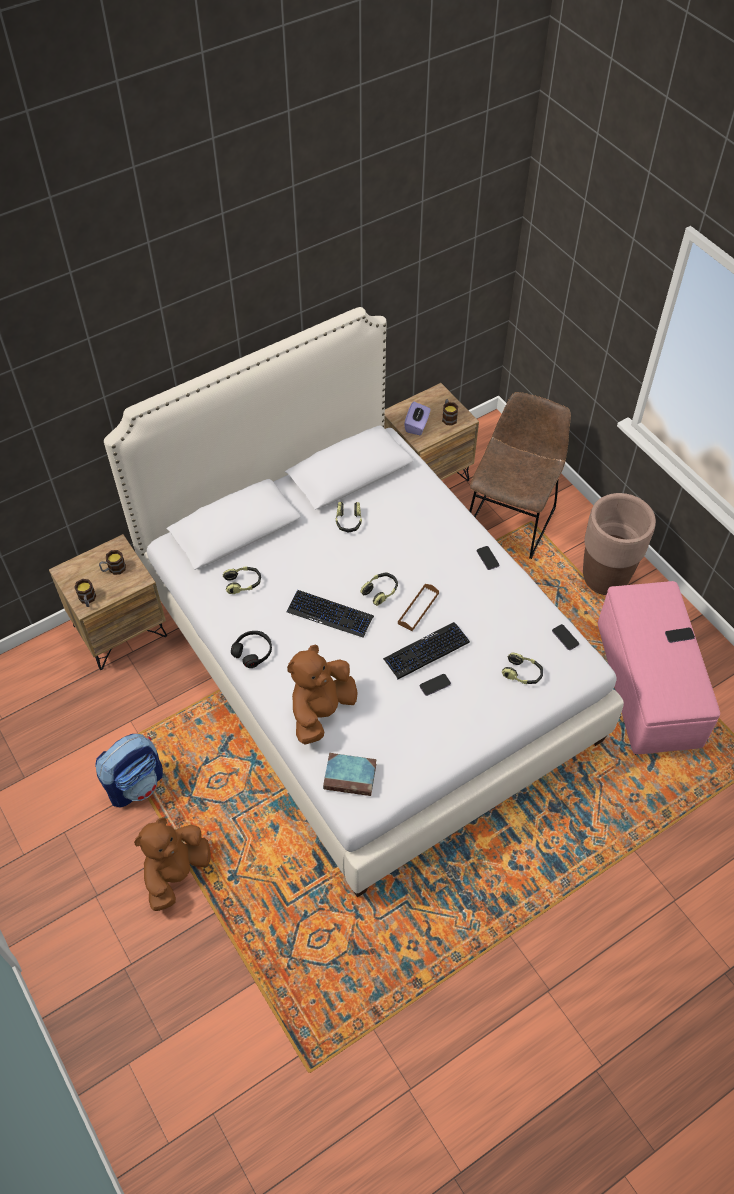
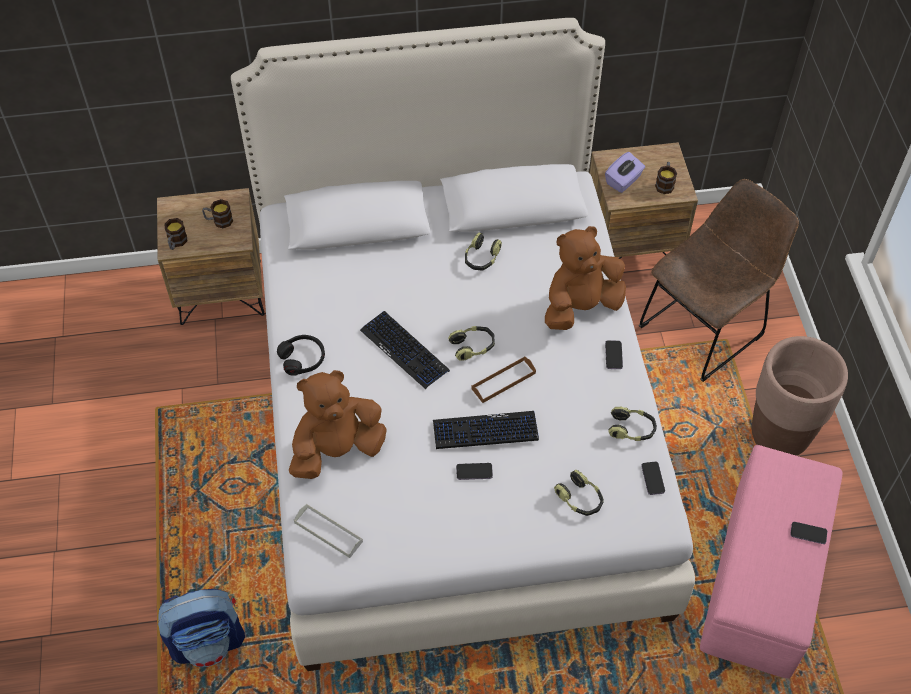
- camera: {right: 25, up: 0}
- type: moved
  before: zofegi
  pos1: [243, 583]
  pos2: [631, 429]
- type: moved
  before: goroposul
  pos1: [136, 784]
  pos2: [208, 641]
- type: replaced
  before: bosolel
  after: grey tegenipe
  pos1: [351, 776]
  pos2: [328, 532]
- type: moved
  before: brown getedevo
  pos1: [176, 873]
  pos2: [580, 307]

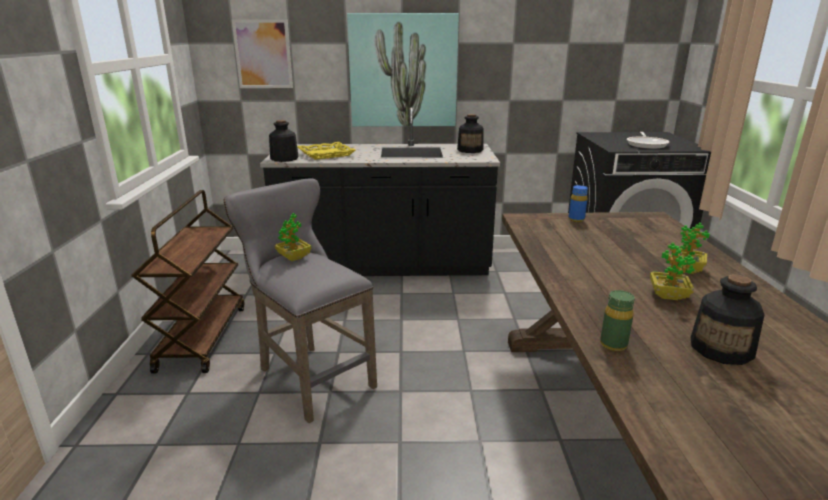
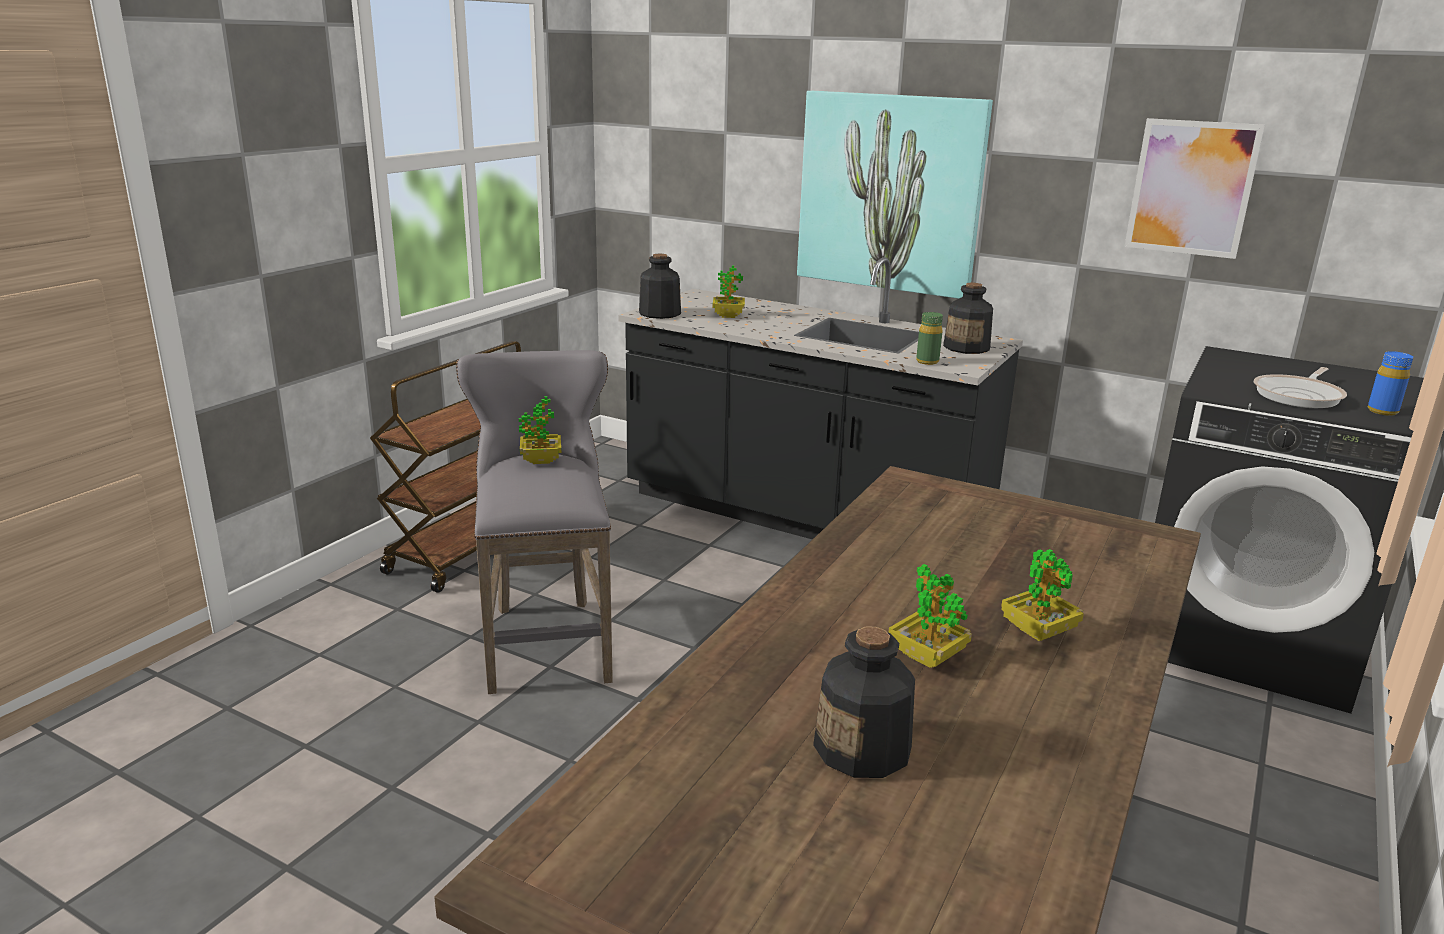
- camera: {right: 30, up: 0}
- type: moved
  before: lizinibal
  pos1: [263, 54]
  pos2: [1191, 188]
- type: replaced
  before: yellow tegenipe
  after: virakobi
  pos1: [326, 154]
  pos2: [728, 316]
- type: moved
  before: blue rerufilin
  pos1: [576, 219]
  pos2: [1382, 411]
- type: moved
  before: green rerufilin
  pos1: [613, 345]
  pos2: [927, 361]

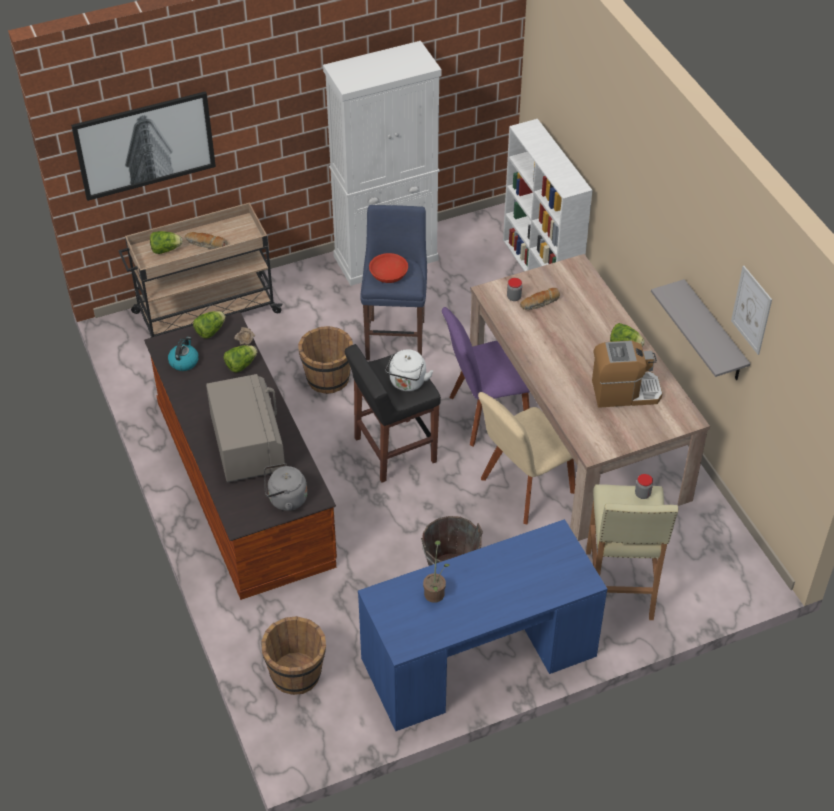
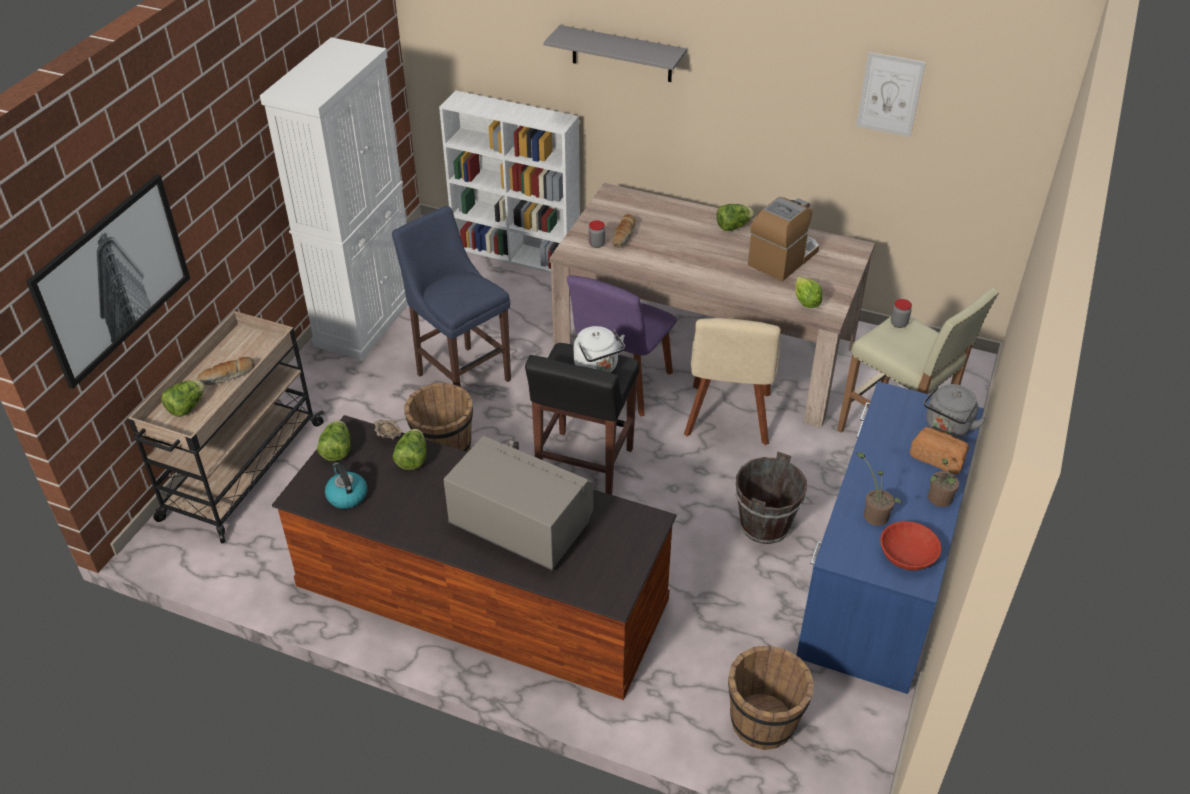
- camera: {right: -45, up: -5}
- type: moved
  before: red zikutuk
  pos1: [388, 274]
  pos2: [907, 554]
- type: moved
  before: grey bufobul
  pos1: [714, 333]
  pos2: [622, 54]
- type: moved
  before: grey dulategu
  pos1: [285, 499]
  pos2: [947, 428]
- type: added
  after: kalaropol
  pos2: [806, 302]
- type: added
  after: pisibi
  pos2: [938, 458]
- type: added
  after: virakobi
  pos2: [939, 500]

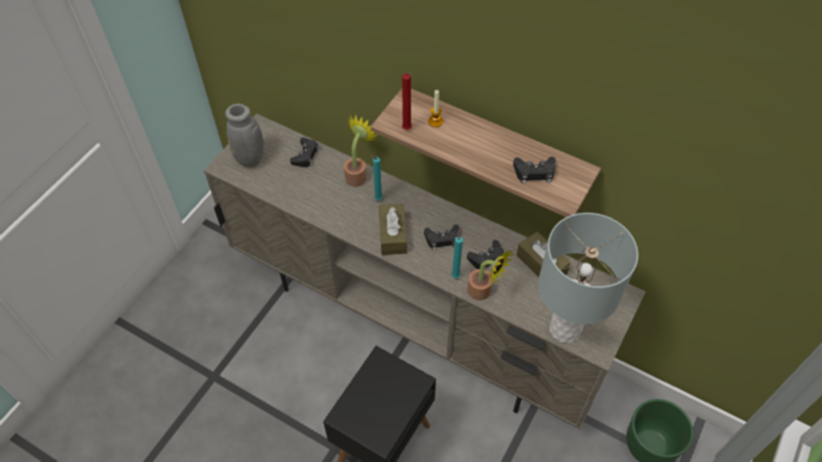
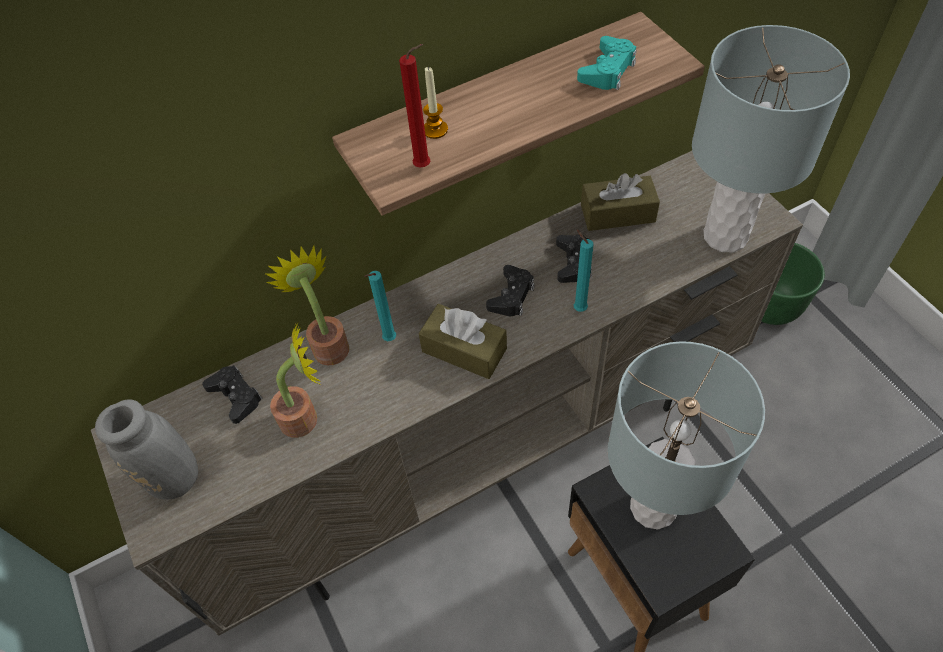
- camera: {right: -55, up: 0}
- type: recoloured
  before: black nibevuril
  after: turquoise nibevuril
  pos1: [534, 173]
  pos2: [607, 70]
- type: moved
  before: virakobi
  pos1: [483, 292]
  pos2: [306, 417]
- type: added
  after: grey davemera
  pos2: [653, 506]

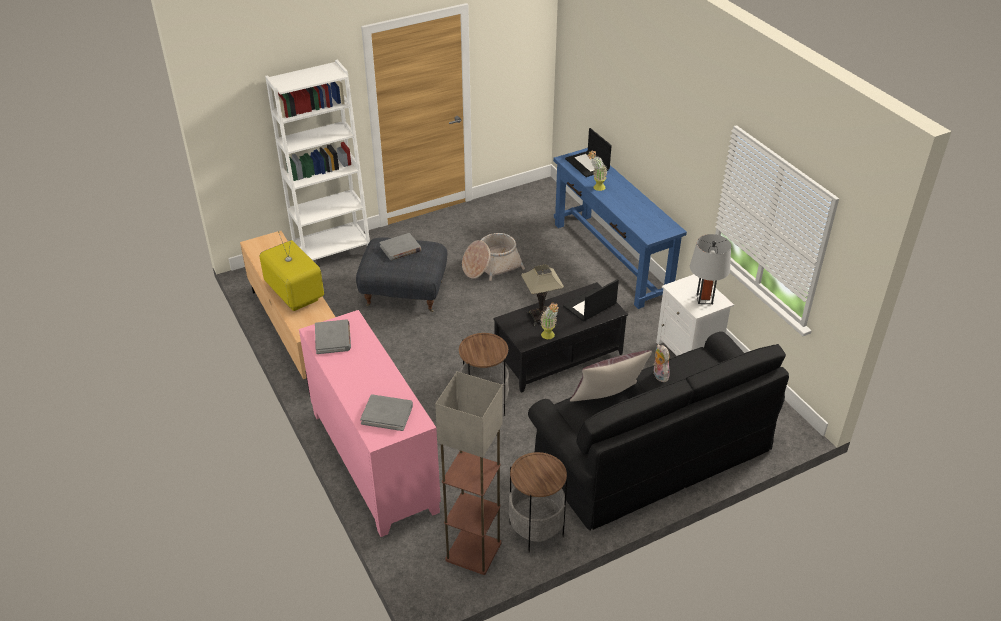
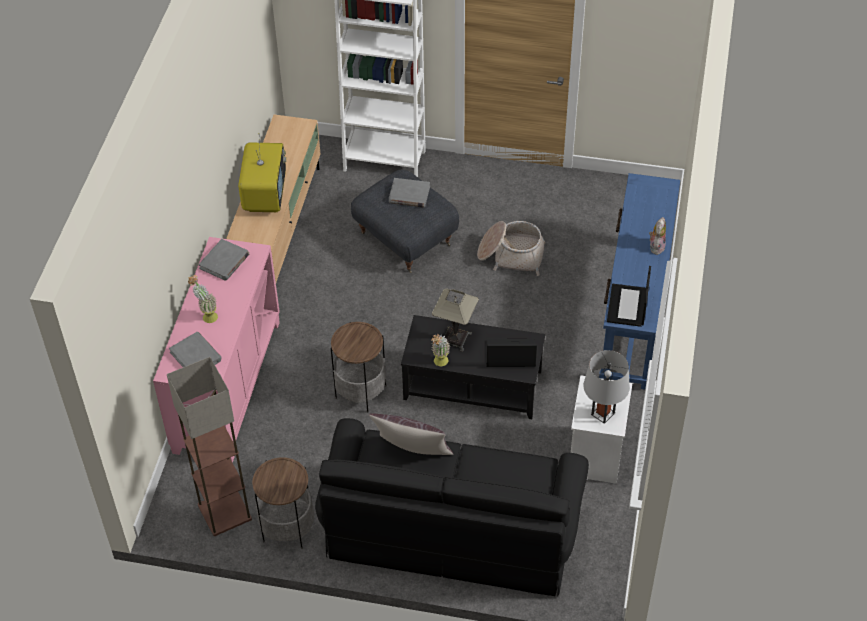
- camera: {right: 40, up: 10}
- type: moved
  before: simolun
  pos1: [588, 164]
  pos2: [628, 306]
- type: moved
  before: virakobi
  pos1: [596, 188]
  pos2: [206, 316]
- type: moved
  before: getedevo
  pos1: [659, 375]
  pos2: [656, 246]

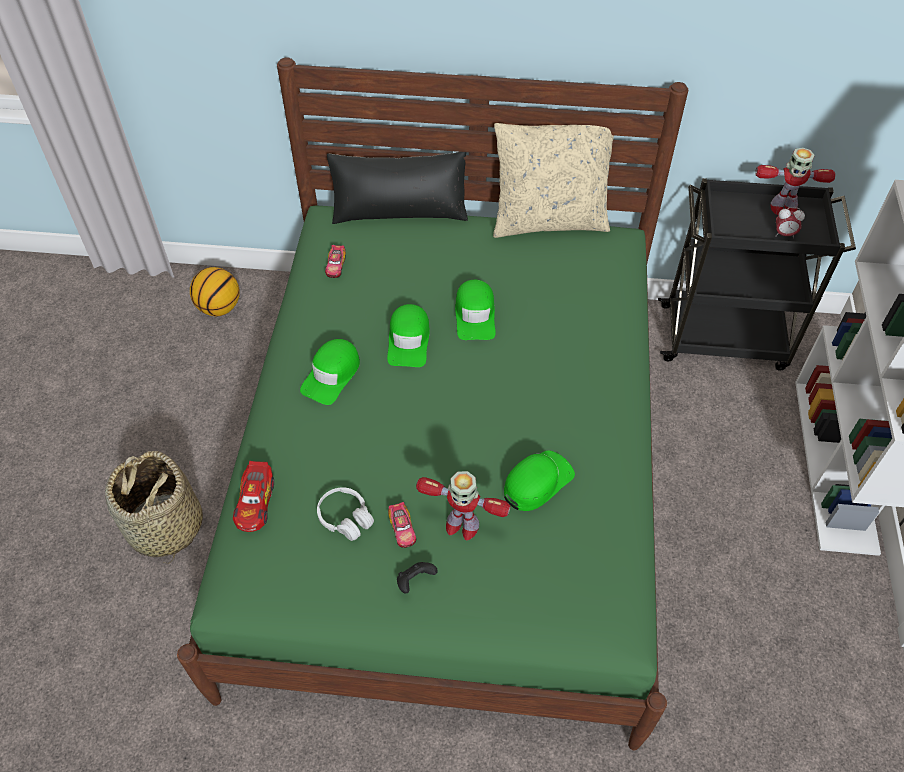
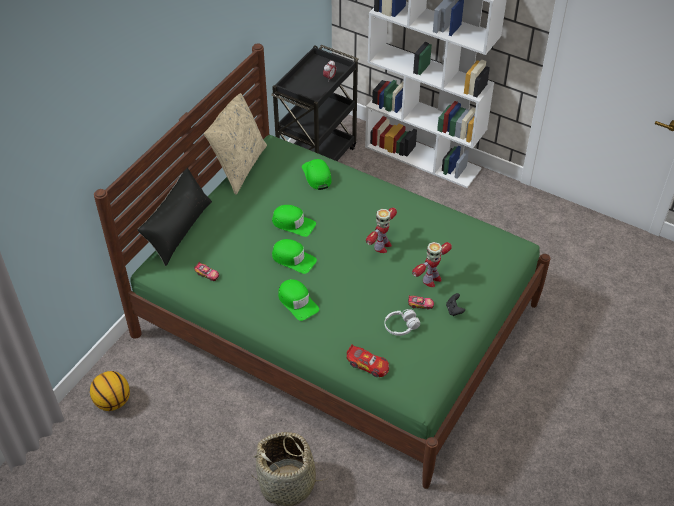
- camera: {right: -65, up: -5}
- type: moved
  before: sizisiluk
  pos1: [783, 207]
  pos2: [382, 246]
- type: moved
  before: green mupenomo
  pos1: [537, 482]
  pos2: [317, 175]

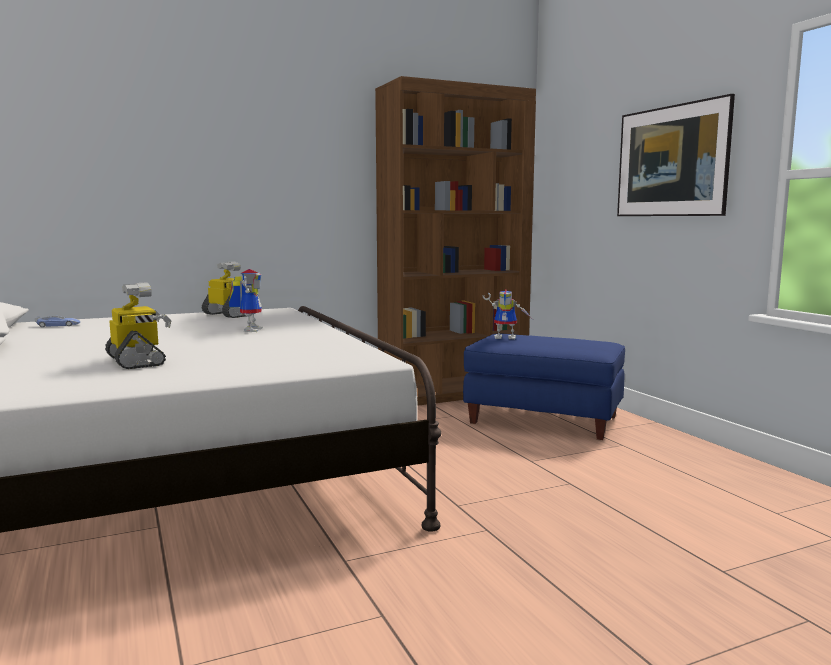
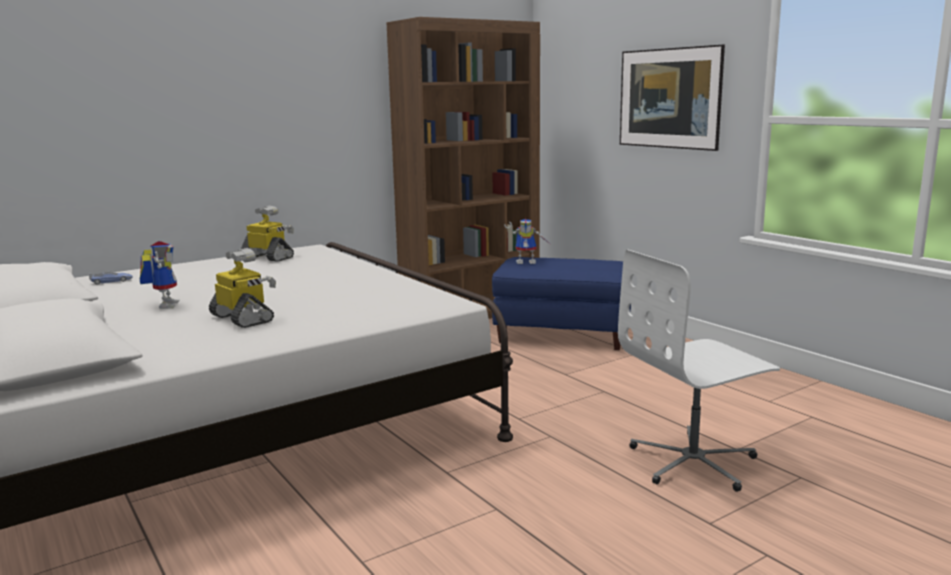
- camera: {right: -10, up: 5}
- type: moved
  before: sizisiluk
  pos1: [249, 329]
  pos2: [164, 304]
- type: added
  after: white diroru
  pos2: [694, 462]

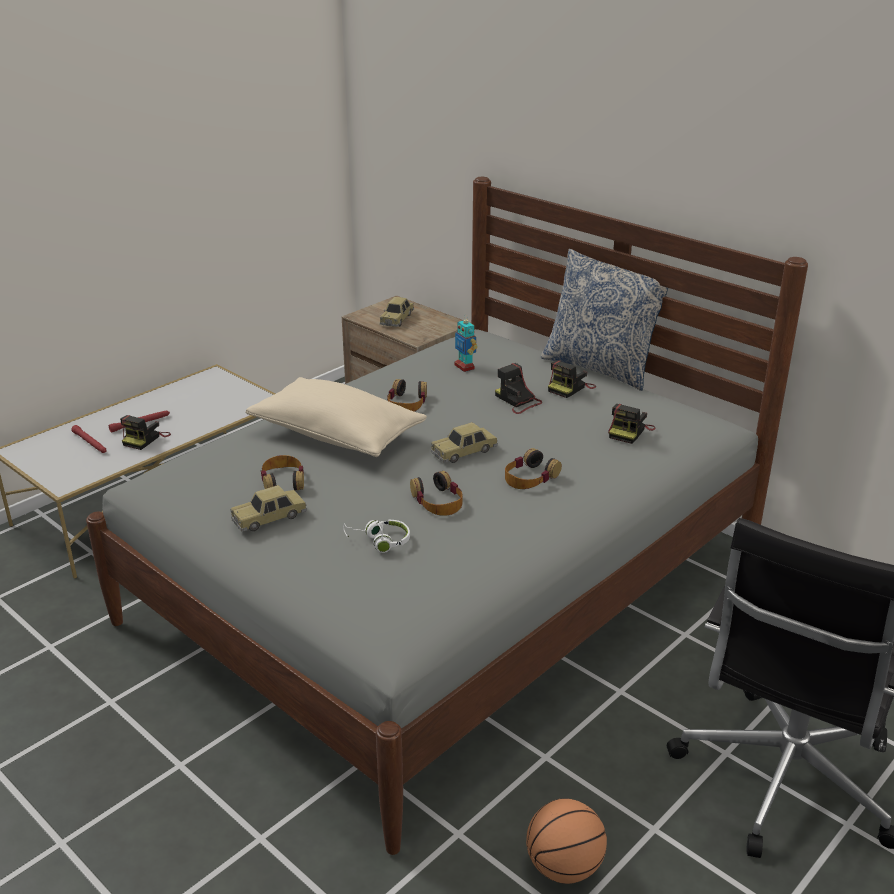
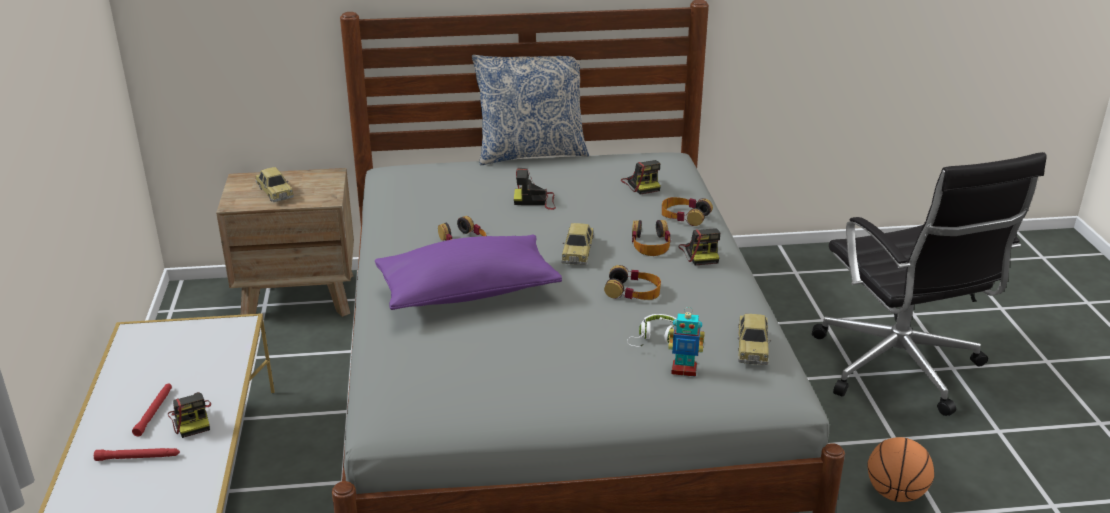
- camera: {right: -50, up: 0}
- type: moved
  before: sizisiluk
  pos1: [464, 367]
  pos2: [684, 370]
- type: moved
  before: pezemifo
  pos1: [570, 388]
  pos2: [700, 253]
- type: recoloured
  before: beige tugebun
  after: purple tugebun
  pos1: [337, 436]
  pos2: [468, 292]
- type: moved
  before: zofegi
  pos1: [283, 481]
  pos2: [684, 216]
- type: moved
  before: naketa
  pos1: [269, 518]
  pos2: [752, 347]

